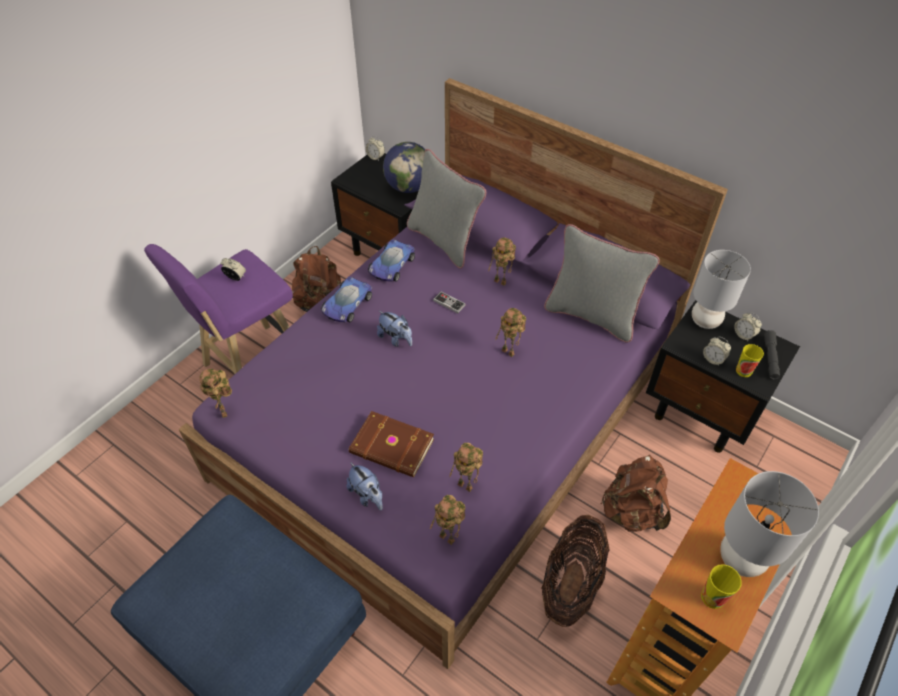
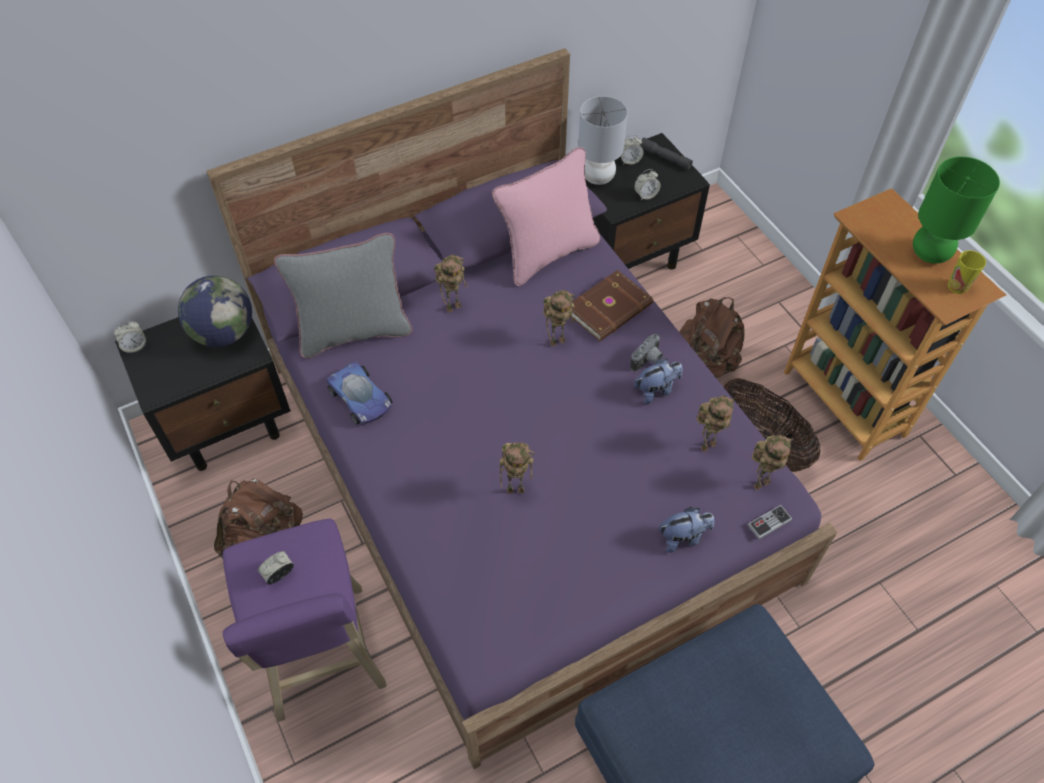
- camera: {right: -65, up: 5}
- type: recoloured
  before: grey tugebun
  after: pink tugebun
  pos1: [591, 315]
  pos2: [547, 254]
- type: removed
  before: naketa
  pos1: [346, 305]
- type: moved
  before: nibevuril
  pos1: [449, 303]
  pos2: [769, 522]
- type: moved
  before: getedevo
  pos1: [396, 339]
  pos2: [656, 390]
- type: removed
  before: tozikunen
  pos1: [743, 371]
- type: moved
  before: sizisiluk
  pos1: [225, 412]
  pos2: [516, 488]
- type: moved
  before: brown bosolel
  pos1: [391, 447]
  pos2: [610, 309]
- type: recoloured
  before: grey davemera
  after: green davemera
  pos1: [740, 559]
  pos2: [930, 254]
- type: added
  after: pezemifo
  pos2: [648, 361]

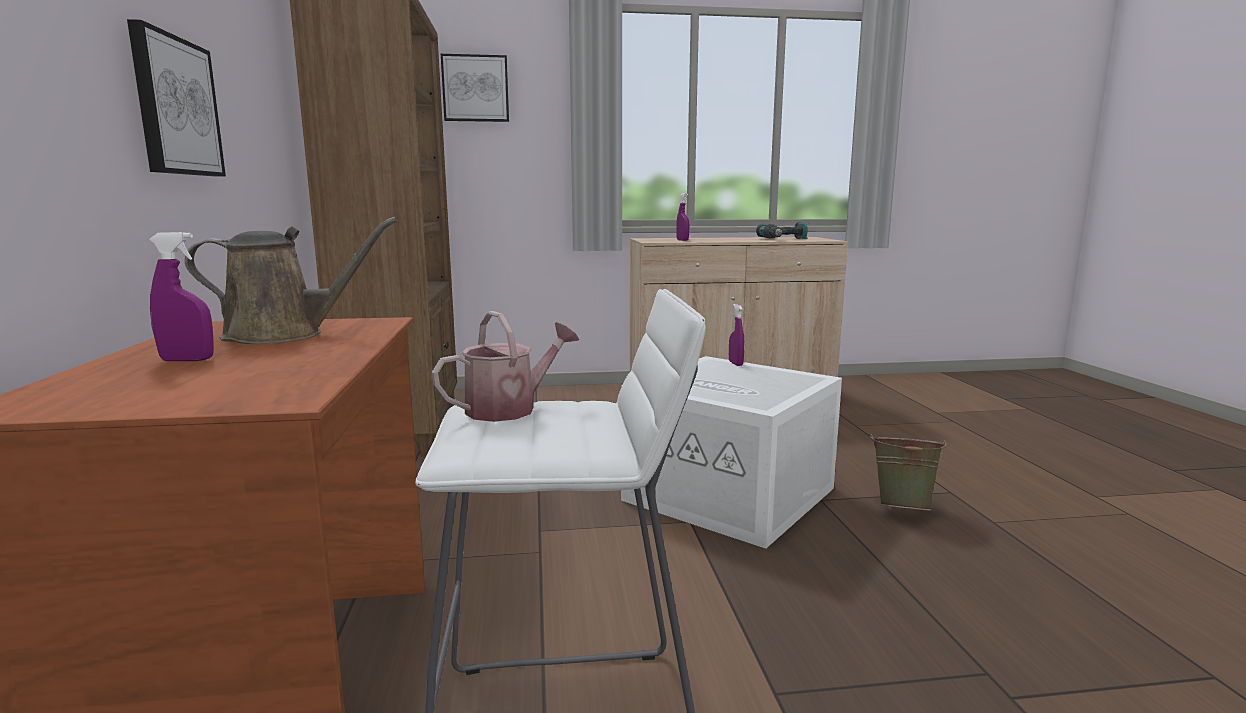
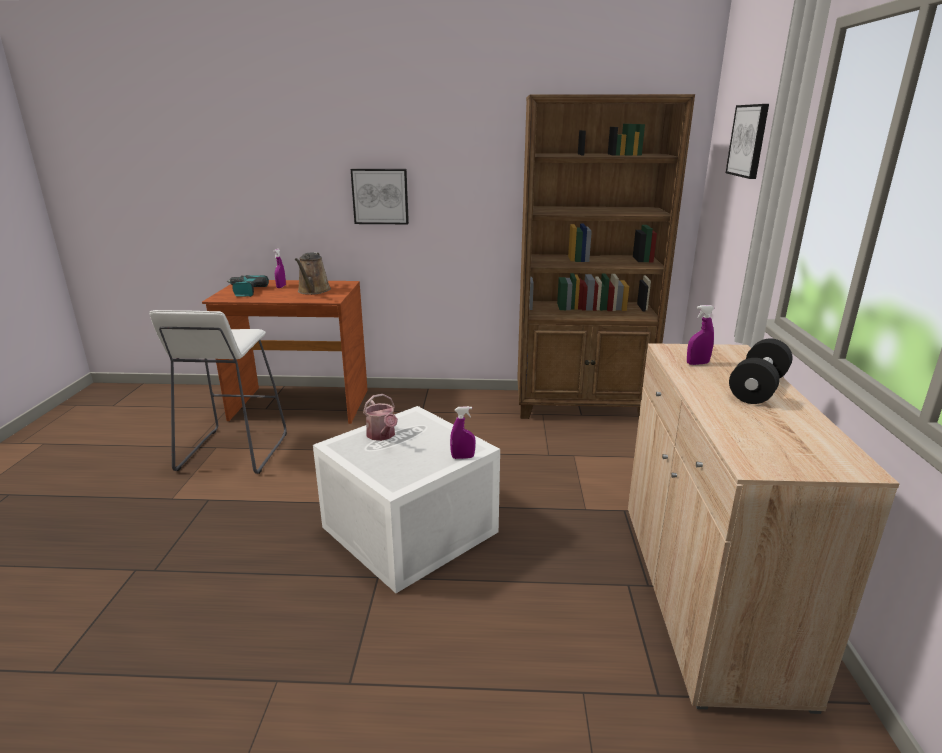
- camera: {right: 100, up: 10}
- type: moved
  before: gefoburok
  pos1: [784, 239]
  pos2: [245, 291]
- type: moved
  before: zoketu
  pos1: [510, 408]
  pos2: [382, 435]
- type: removed
  before: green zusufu
  pos1: [902, 508]
- type: added
  after: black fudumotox
  pos2: [757, 388]

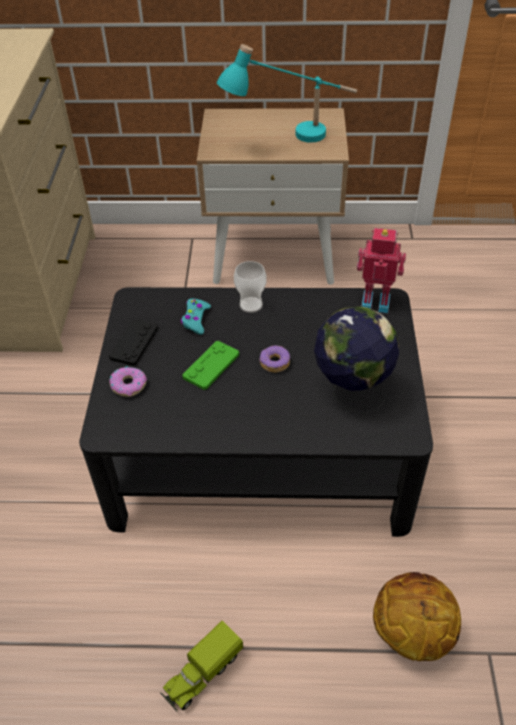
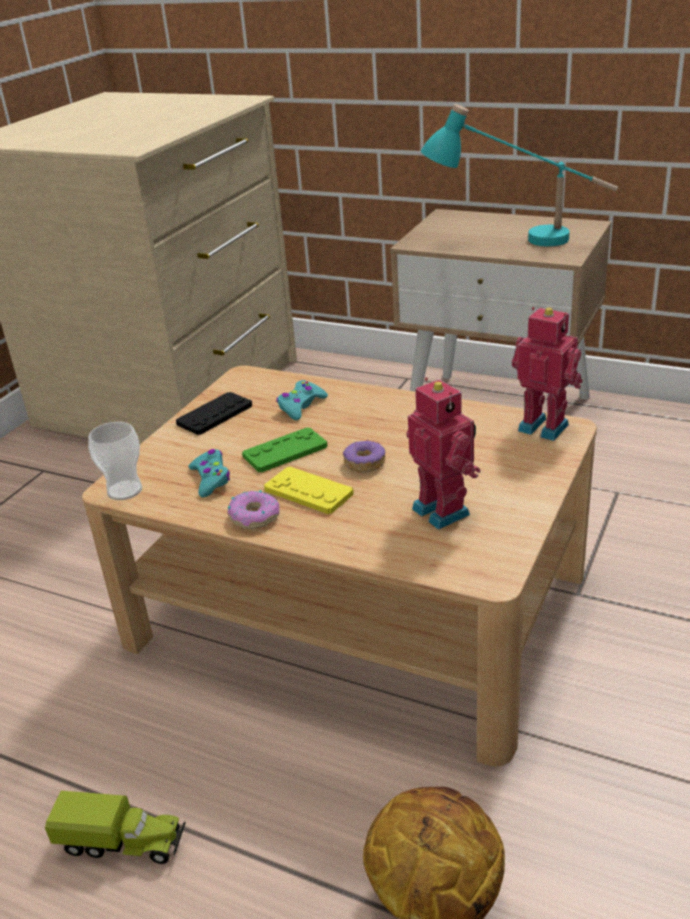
- camera: {right: 25, up: -15}
- type: moved
  before: tozikunen
  pos1: [251, 305]
  pos2: [124, 490]
- type: recoloured
  before: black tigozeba
  after: beige tigozeba
  pos1: [260, 447]
  pos2: [356, 607]
- type: replaced
  before: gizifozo
  after: sizisiluk
  pos1: [351, 391]
  pos2: [444, 510]
- type: moved
  before: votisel
  pos1: [128, 385]
  pos2: [254, 516]
- type: turned
  before: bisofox
  pos1: [202, 673]
  pos2: [123, 843]
  turn: -150
- type: added
  after: turquoise nibevuril
  pos2: [211, 479]
- type: added
  after: yellow nibevuril
  pos2: [308, 492]

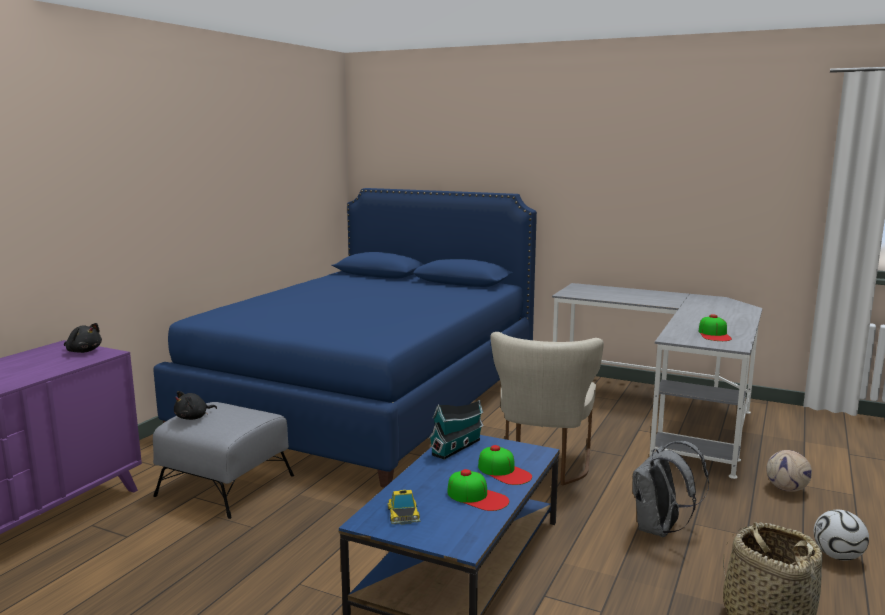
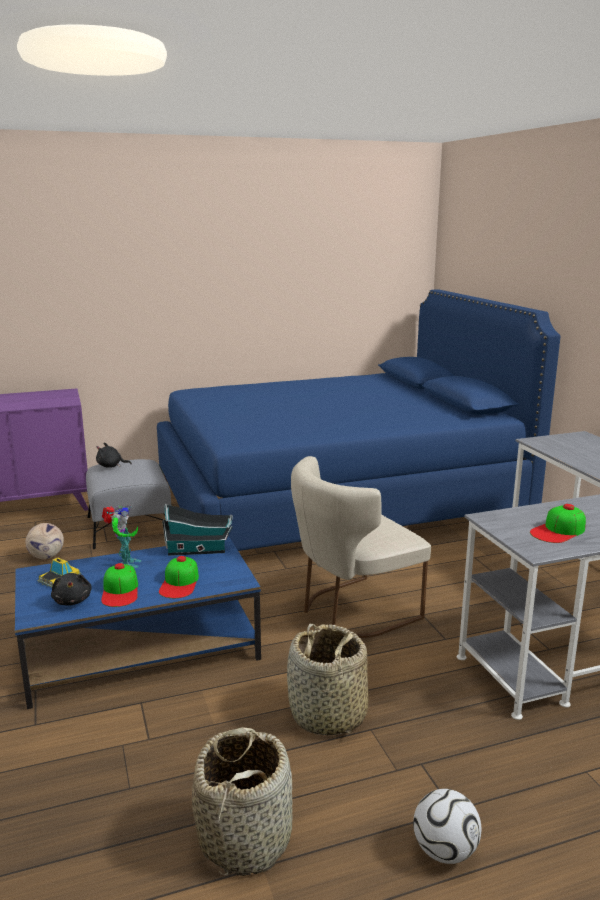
- camera: {right: 45, up: 5}
- type: moved
  before: black getedevo
  pos1: [83, 351]
  pos2: [72, 600]
- type: replaced
  before: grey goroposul
  after: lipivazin
  pos1: [660, 530]
  pos2: [328, 715]
- type: moved
  before: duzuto
  pos1: [787, 489]
  pos2: [46, 557]
- type: added
  after: sizisiluk
  pos2: [126, 564]

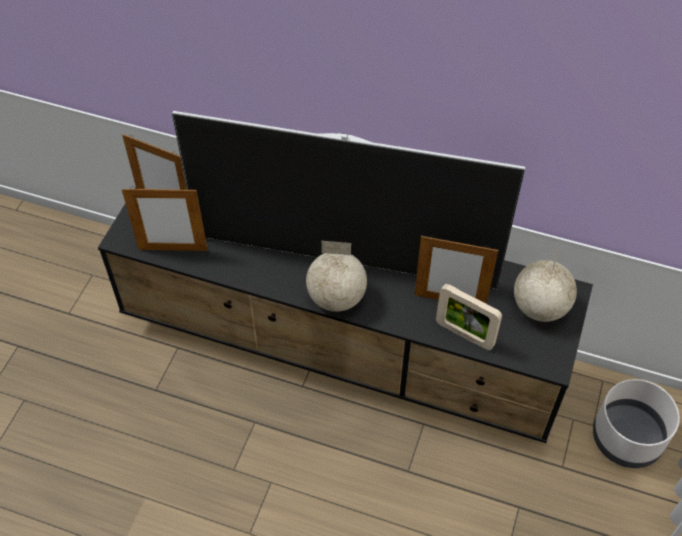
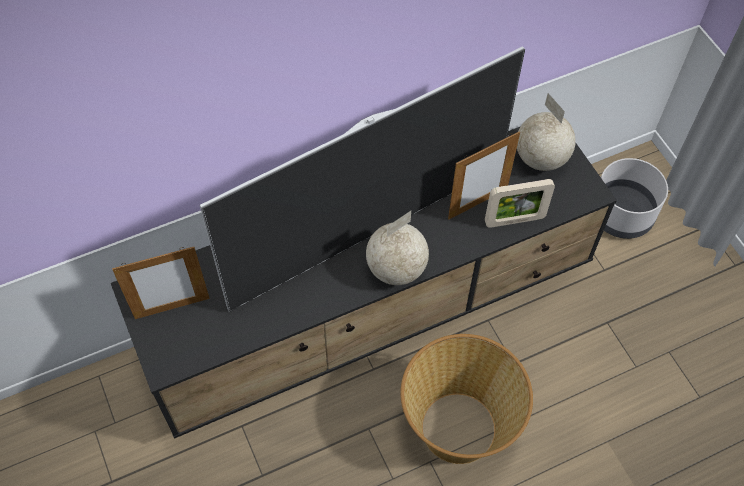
- camera: {right: -45, up: 5}
- type: removed
  before: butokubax
  pos1: [173, 249]
- type: added
  after: lipivazin
  pos2: [458, 426]

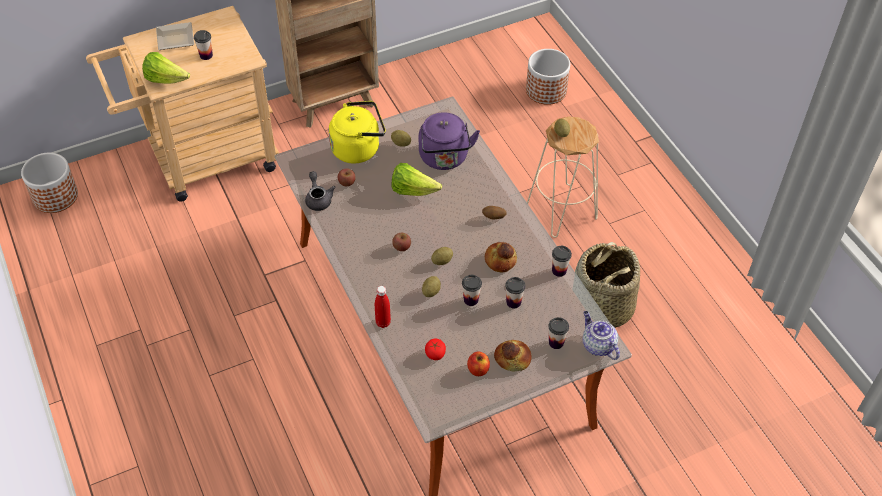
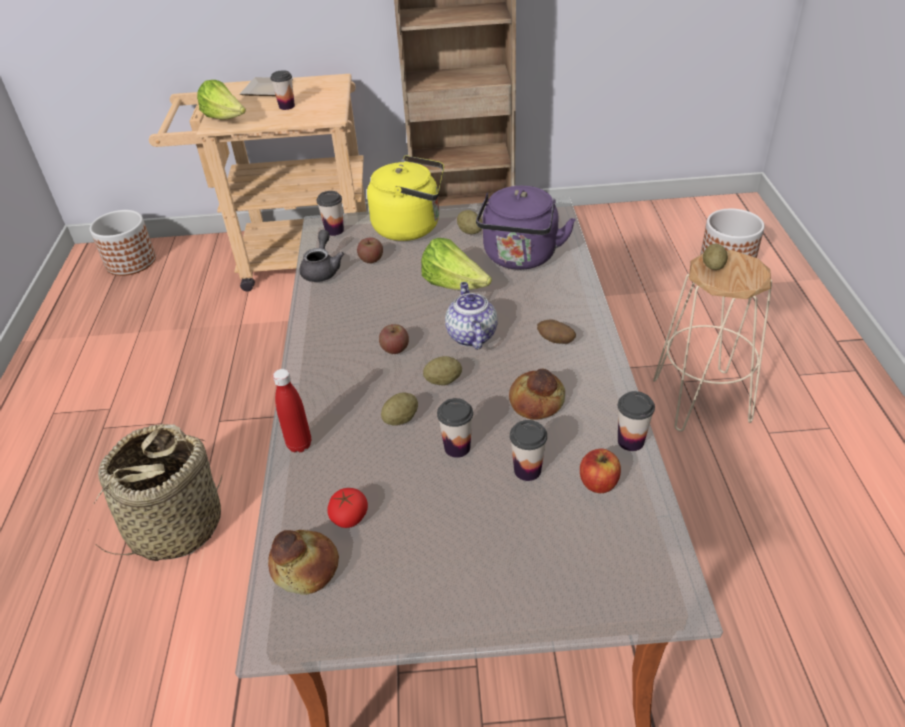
- camera: {right: 25, up: -10}
- type: moved
  before: lipivazin
  pos1: [601, 307]
  pos2: [175, 526]
- type: moved
  before: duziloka
  pos1: [597, 345]
  pos2: [471, 335]
- type: moved
  before: tozikunen
  pos1: [556, 342]
  pos2: [334, 230]
- type: moved
  before: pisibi
  pos1: [512, 358]
  pos2: [305, 567]
- type: moved
  before: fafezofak
  pos1: [478, 369]
  pos2: [598, 483]

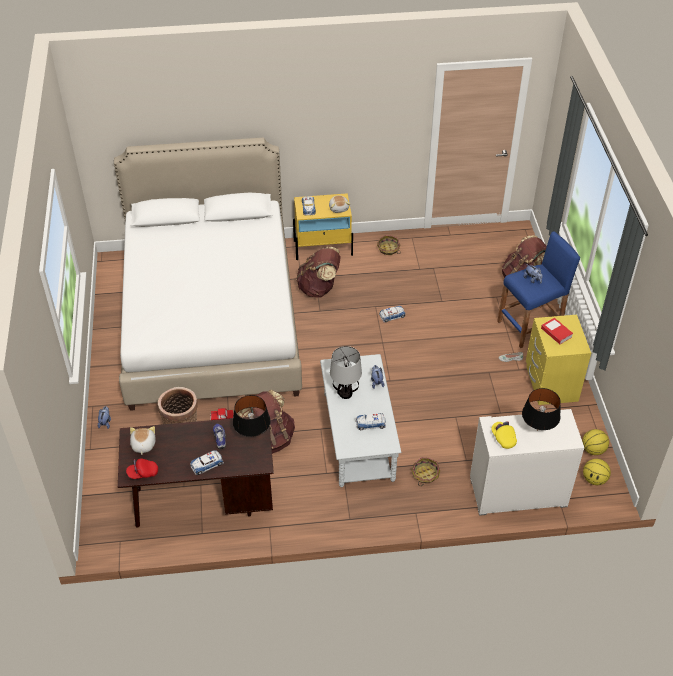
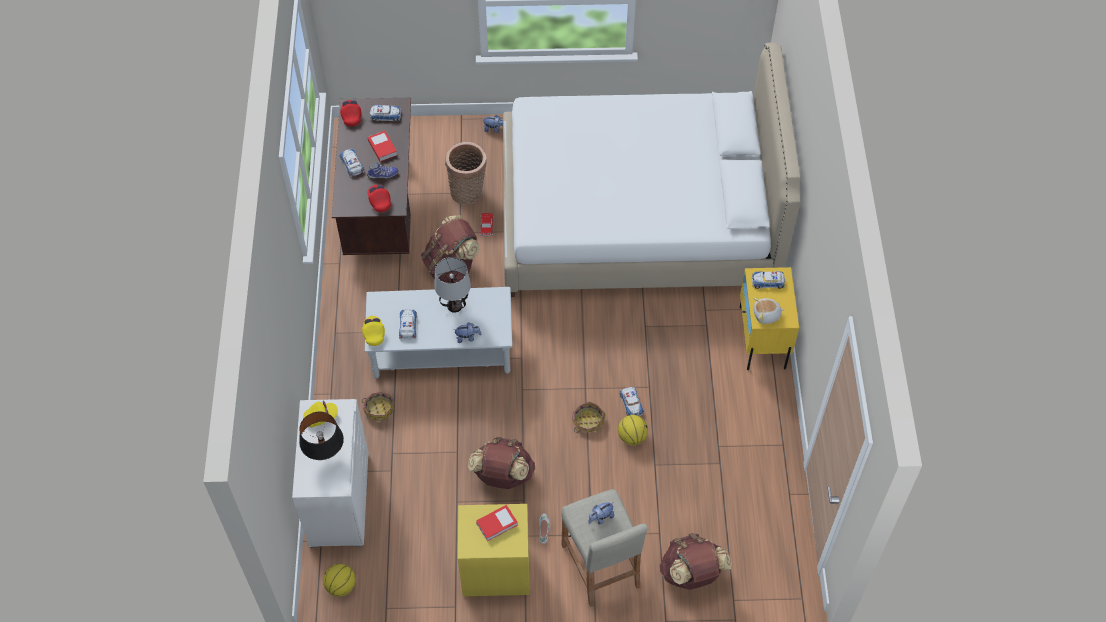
- camera: {right: 95, up: 10}
- type: recoloured
  before: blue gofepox
  after: beige gofepox
  pos1: [530, 326]
  pos2: [600, 566]
- type: moved
  before: lipivazin
  pos1: [388, 249]
  pos2: [587, 421]
- type: moved
  before: brown goroposul
  pos1: [319, 288]
  pos2: [502, 476]
- type: replaced
  before: black davemera
  after: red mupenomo
  pos1: [253, 437]
  pos2: [379, 201]
- type: replaced
  before: getedevo
  after: naketa
  pos1: [143, 445]
  pos2: [385, 115]
- type: moved
  before: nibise
  pos1: [593, 450]
  pos2: [632, 436]
- type: added
  after: bosolel
  pos2: [382, 148]
- type: added
  after: yellow mupenomo
  pos2: [374, 334]

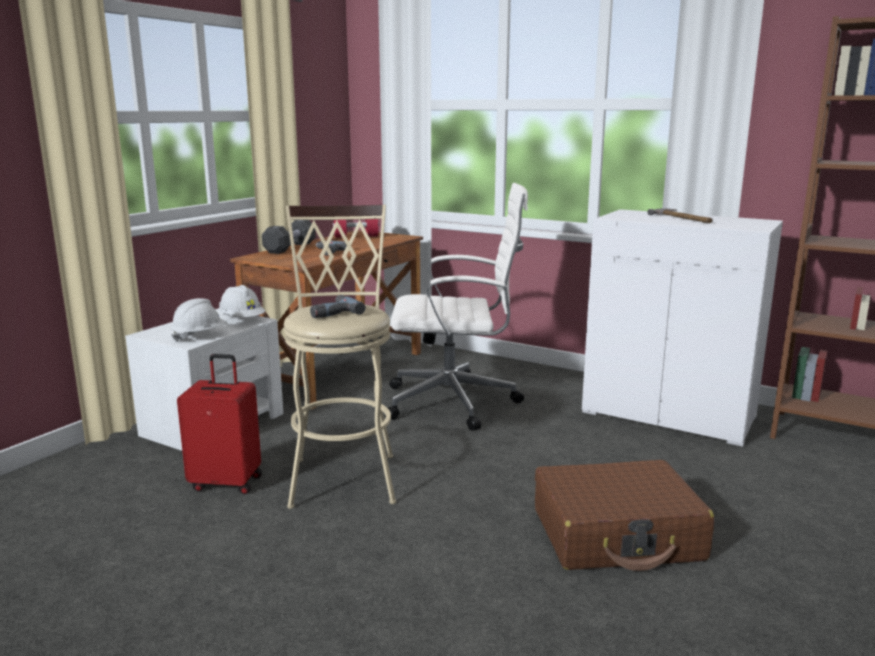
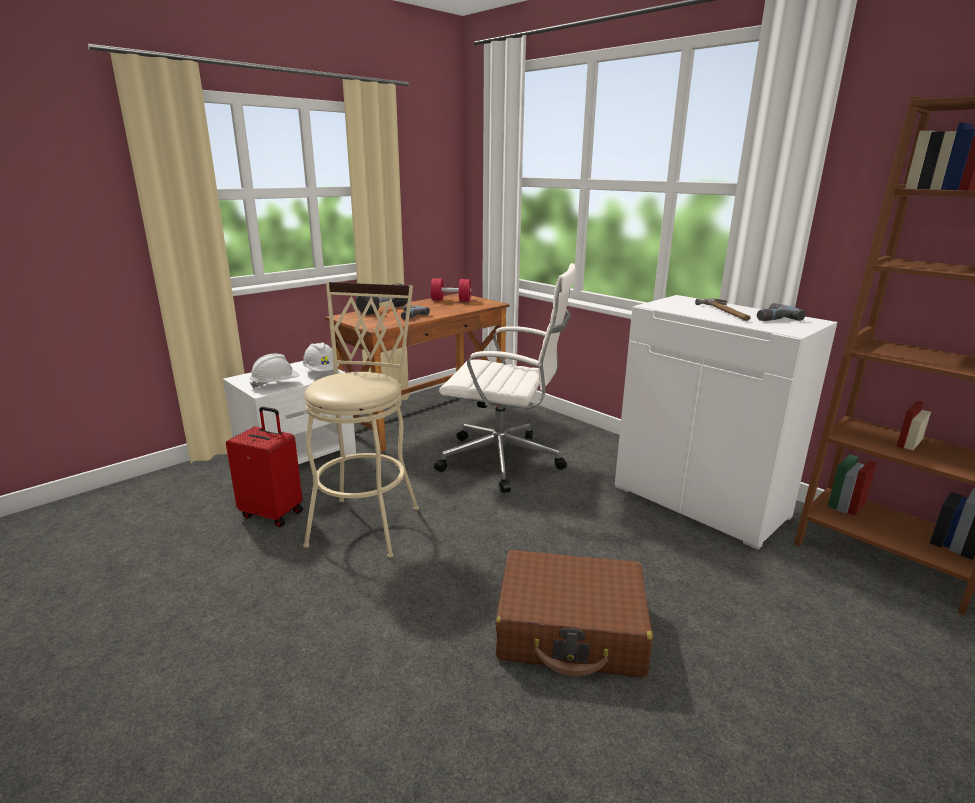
- camera: {right: 15, up: 5}
- type: moved
  before: gefoburok
  pos1: [332, 312]
  pos2: [771, 317]

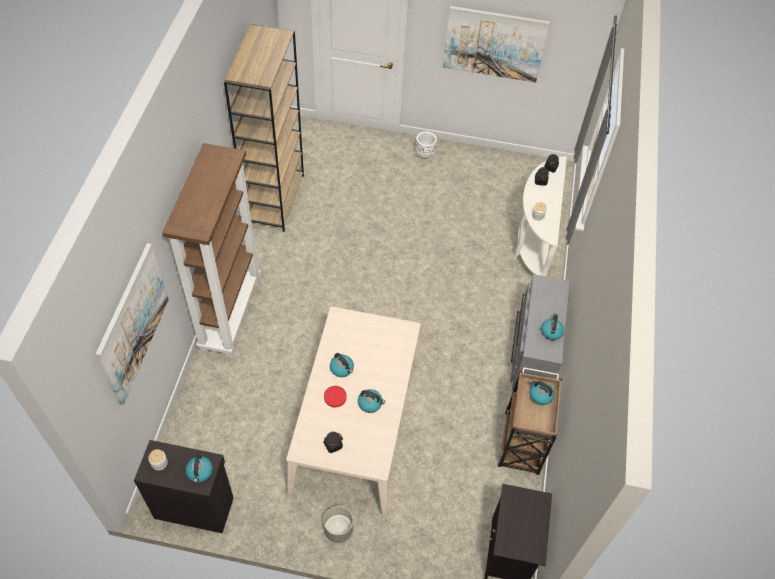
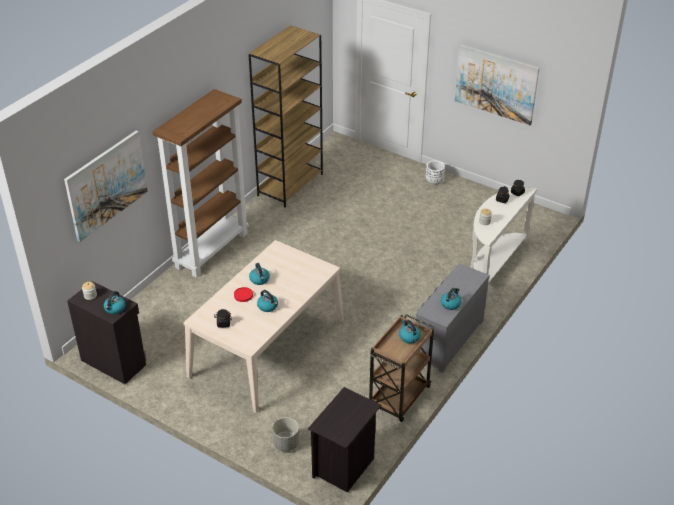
- camera: {right: 25, up: -15}
- type: moved
  before: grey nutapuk
  pos1: [338, 529]
  pos2: [286, 443]

